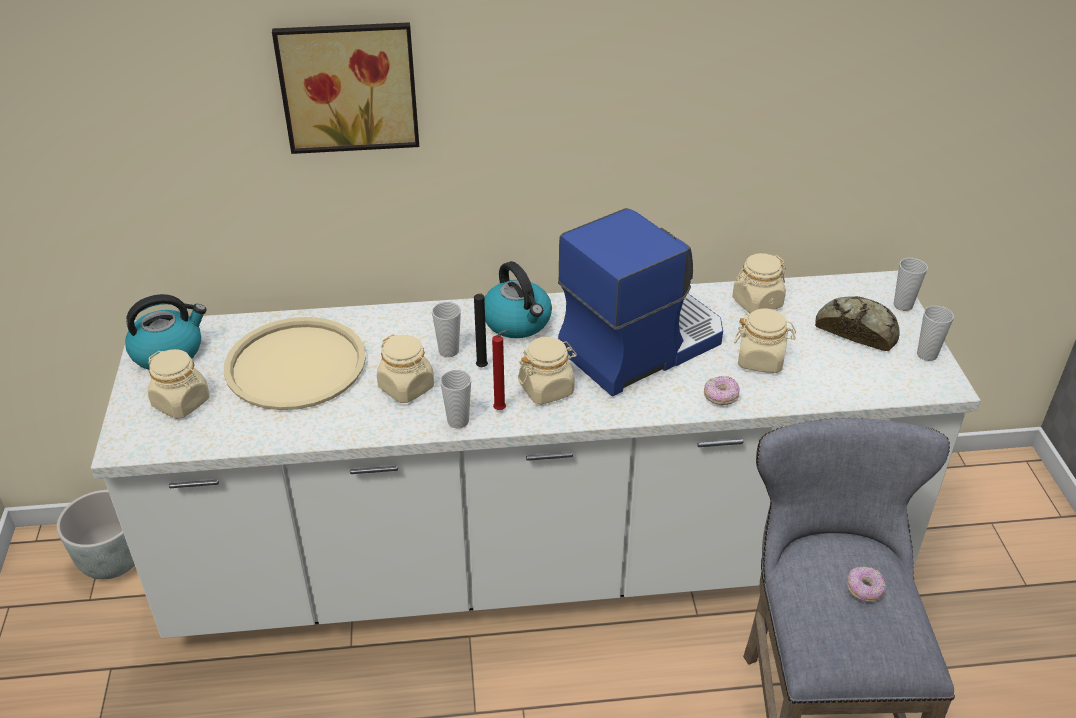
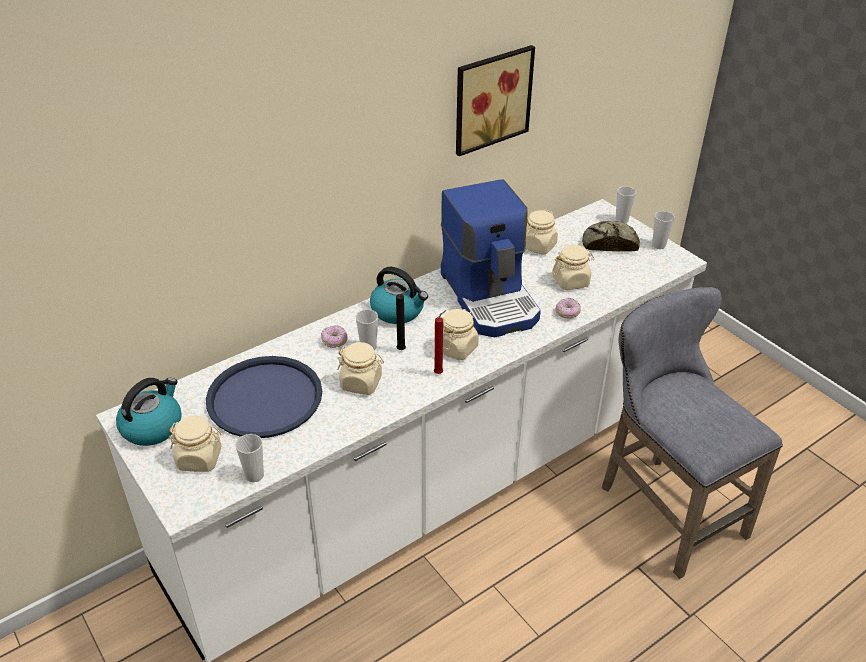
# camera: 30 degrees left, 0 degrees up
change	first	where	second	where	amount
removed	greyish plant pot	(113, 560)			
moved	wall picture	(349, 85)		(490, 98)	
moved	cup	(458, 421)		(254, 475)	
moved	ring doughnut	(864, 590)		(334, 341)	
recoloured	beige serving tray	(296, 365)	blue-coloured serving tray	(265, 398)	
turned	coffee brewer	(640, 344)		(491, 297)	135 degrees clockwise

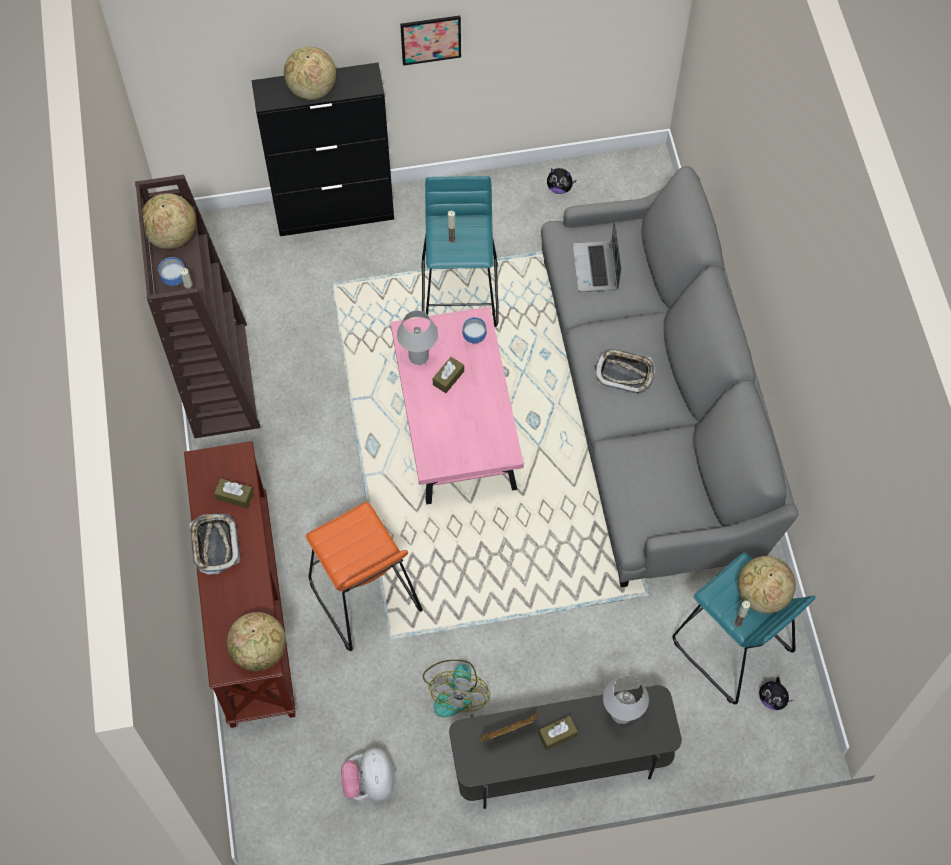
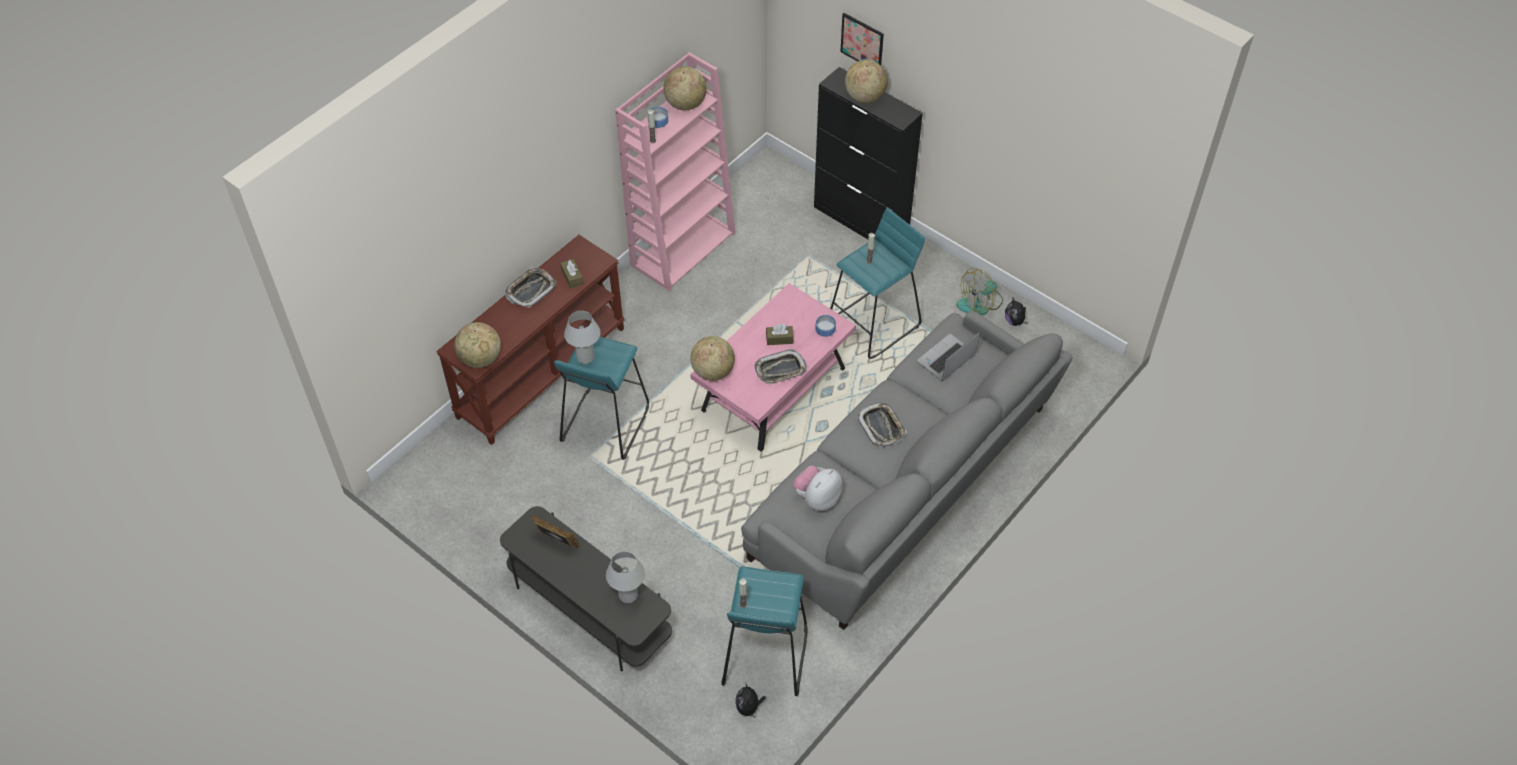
# camera: 50 degrees right, 10 degrees down
change	first	where	second	where	amount
removed	brown box of tissues	(557, 735)			
added			serving tray	(780, 370)	
moved	cuddly toy	(370, 783)		(817, 498)	
moved	white lamp for a table	(418, 356)		(585, 357)	
moved	wall picture	(431, 39)		(862, 42)	
moved	cooling fan	(455, 689)		(980, 303)	
moved	desk globe	(761, 594)		(713, 371)	
recoloured	brown shelving unit	(219, 378)	pinkish shelving unit	(683, 248)	
recoloured	orange stool	(364, 598)	turquoise stool	(604, 424)	

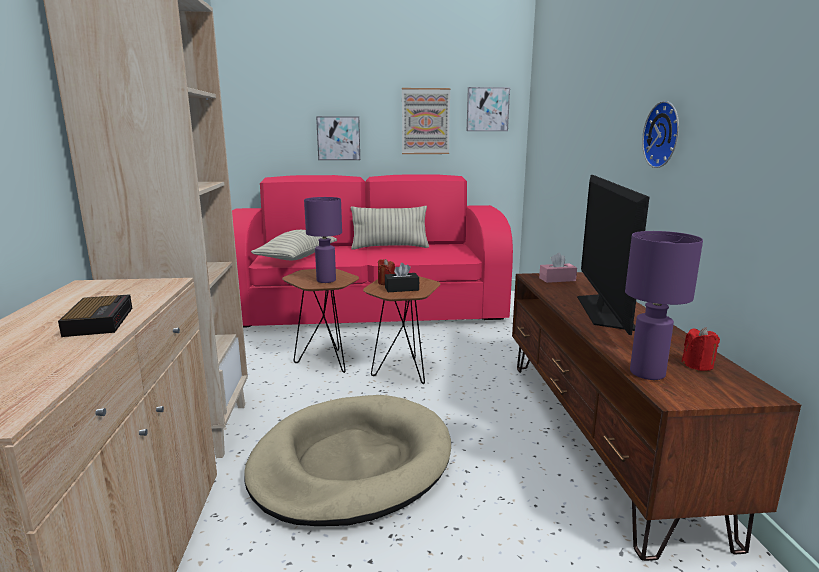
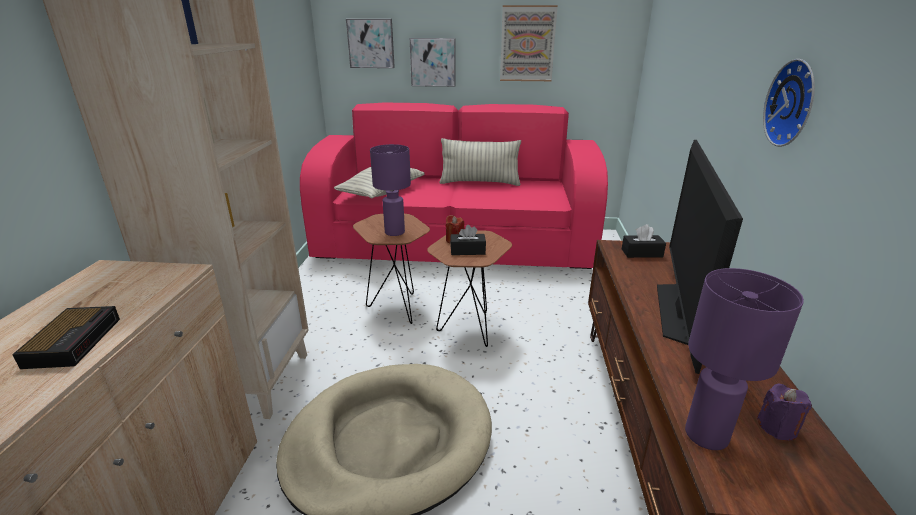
# camera: 10 degrees right, 10 degrees up
change	first	where	second	where	amount
moved	wall picture	(487, 109)		(371, 43)	
recoloured	pinkish box of tissues	(557, 279)	black box of tissues	(642, 253)	
recoloured	red wax light	(698, 365)	purple wax light	(777, 427)	

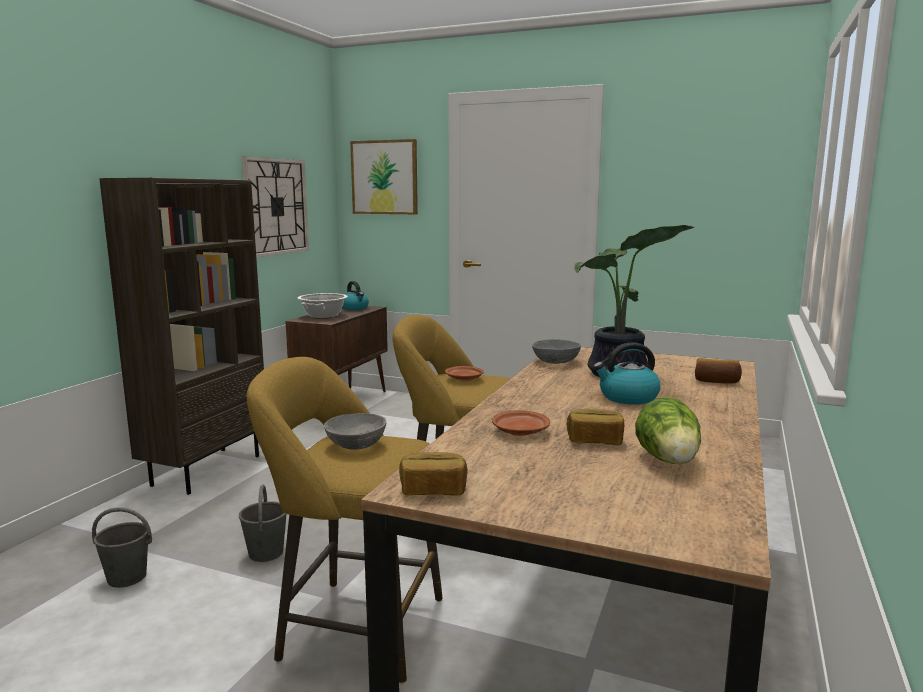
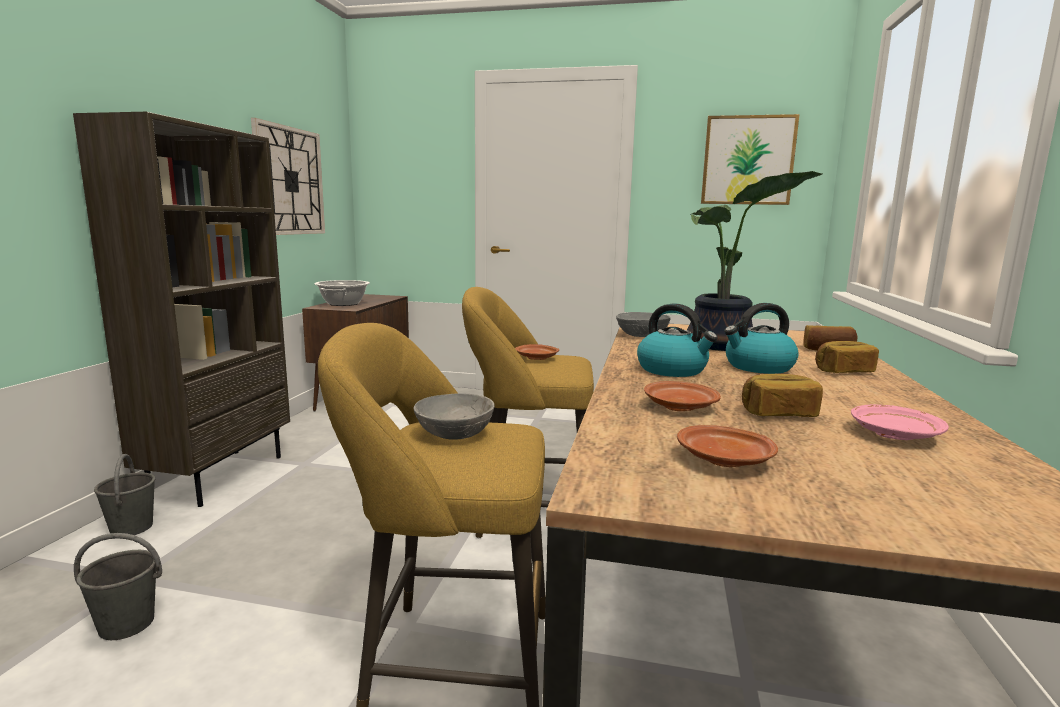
# camera: 10 degrees left, 0 degrees up
change	first	where	second	where	amount
added			brown dinner plate	(726, 460)	
moved	greyish water bucket	(266, 553)		(131, 528)	
moved	kettle	(355, 308)		(673, 370)	
moved	wall picture	(384, 177)		(748, 160)	
moved	baked bread	(433, 490)		(843, 371)	
replaced	lettuce head	(669, 462)	pinkish dinner plate	(894, 434)	

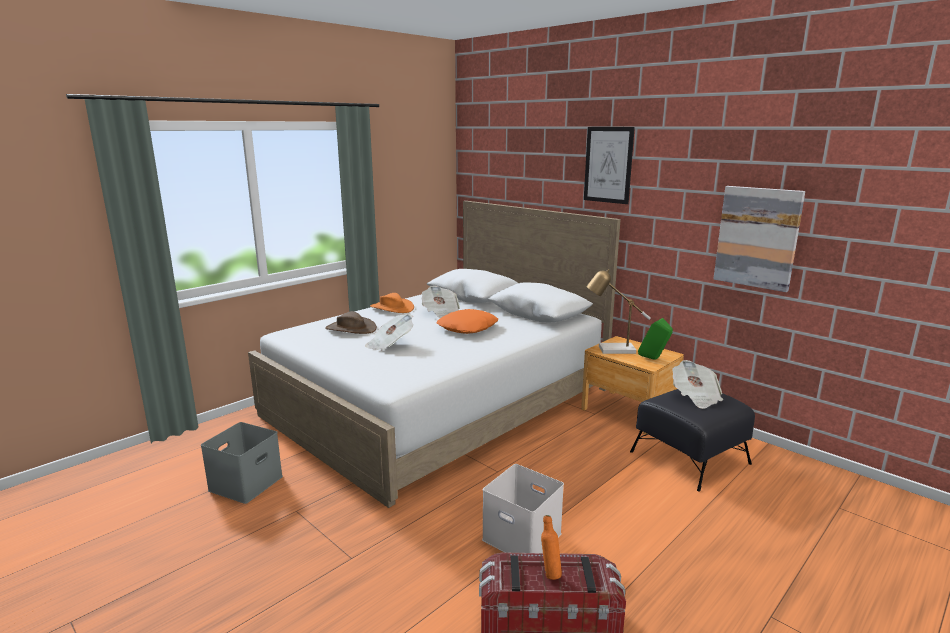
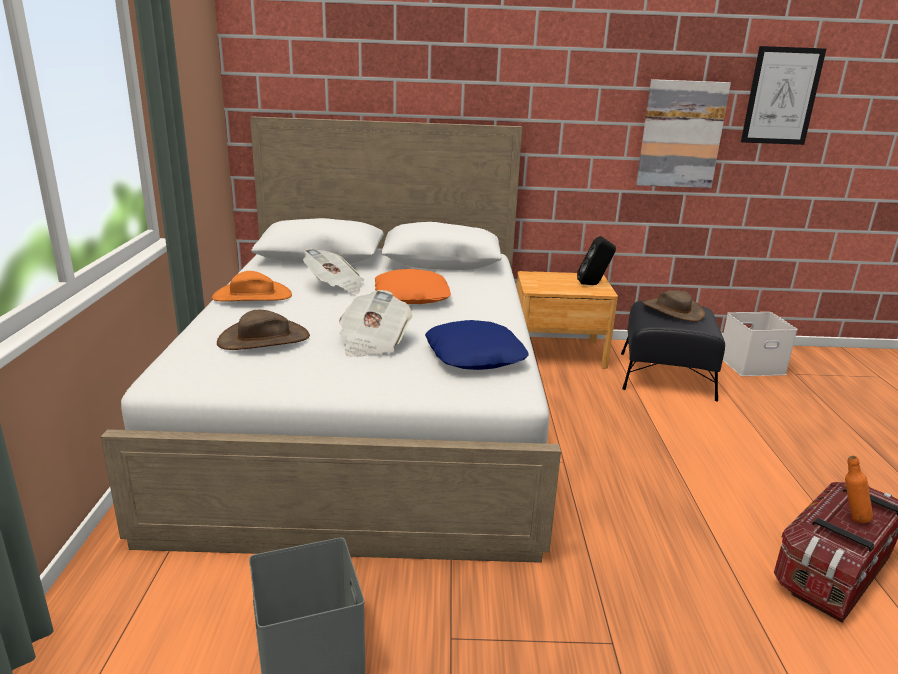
# camera: 45 degrees left, 5 degrees up
change	first	where	second	where	amount
removed	lamp for a table	(612, 350)			
added			blue-coloured cushion	(475, 355)	
moved	white storage container	(523, 536)		(751, 364)	
moved	wall picture	(608, 165)		(781, 96)	
replaced	daily paper	(695, 397)	brown hat	(672, 310)	
recoloured	green-coloured speaker	(654, 359)	black speaker	(593, 284)	

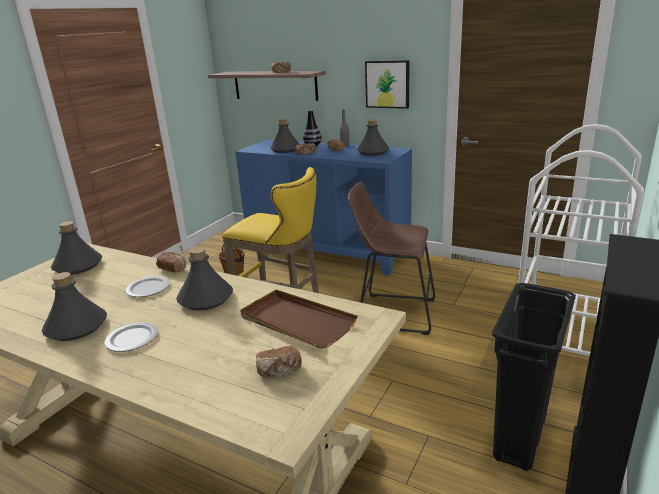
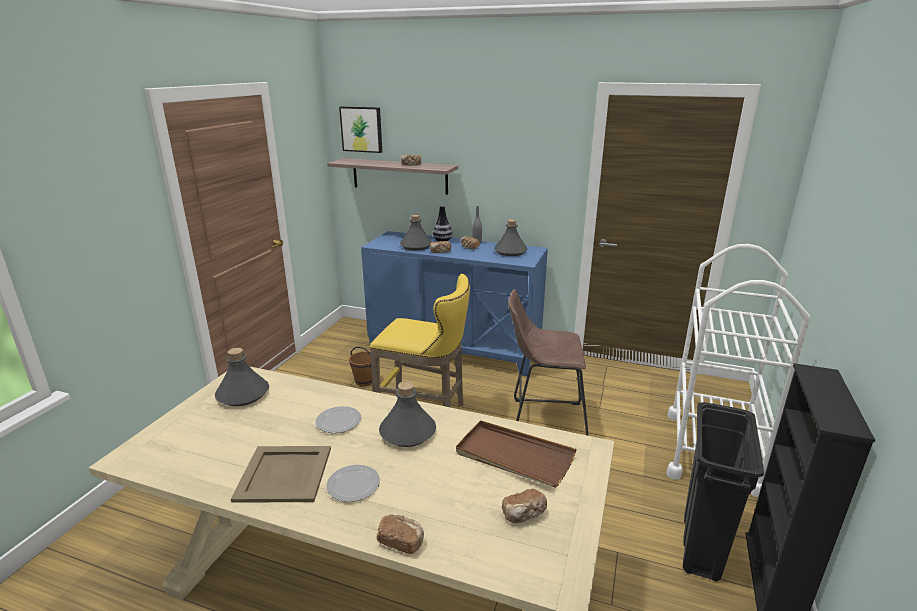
# camera: 10 degrees left, 0 degrees up
change	first	where	second	where	amount
moved	baked bread	(173, 269)		(401, 541)	
moved	wall picture	(388, 84)		(362, 129)	
replaced	greyish drink bottle	(76, 327)	beige serving tray	(283, 473)	

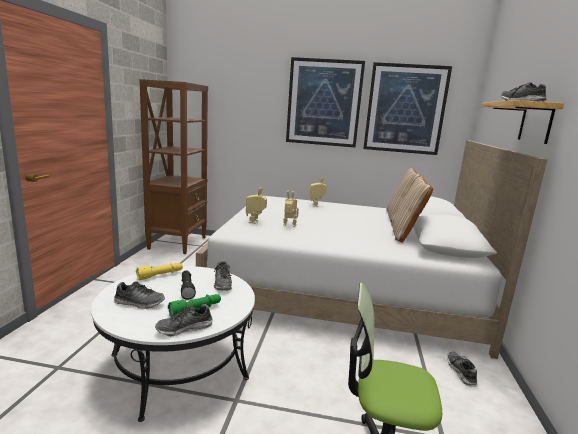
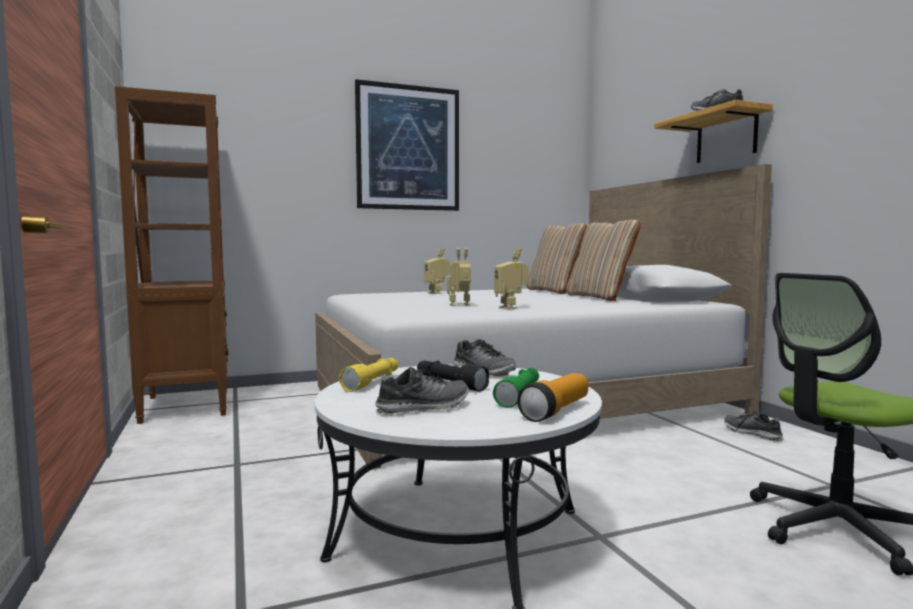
# camera: 30 degrees left, 10 degrees down
change	first	where	second	where	amount
removed	wall picture	(405, 109)			
moved	model robot	(255, 222)		(511, 308)	
replaced	item of footwear	(184, 328)	torch	(556, 411)	

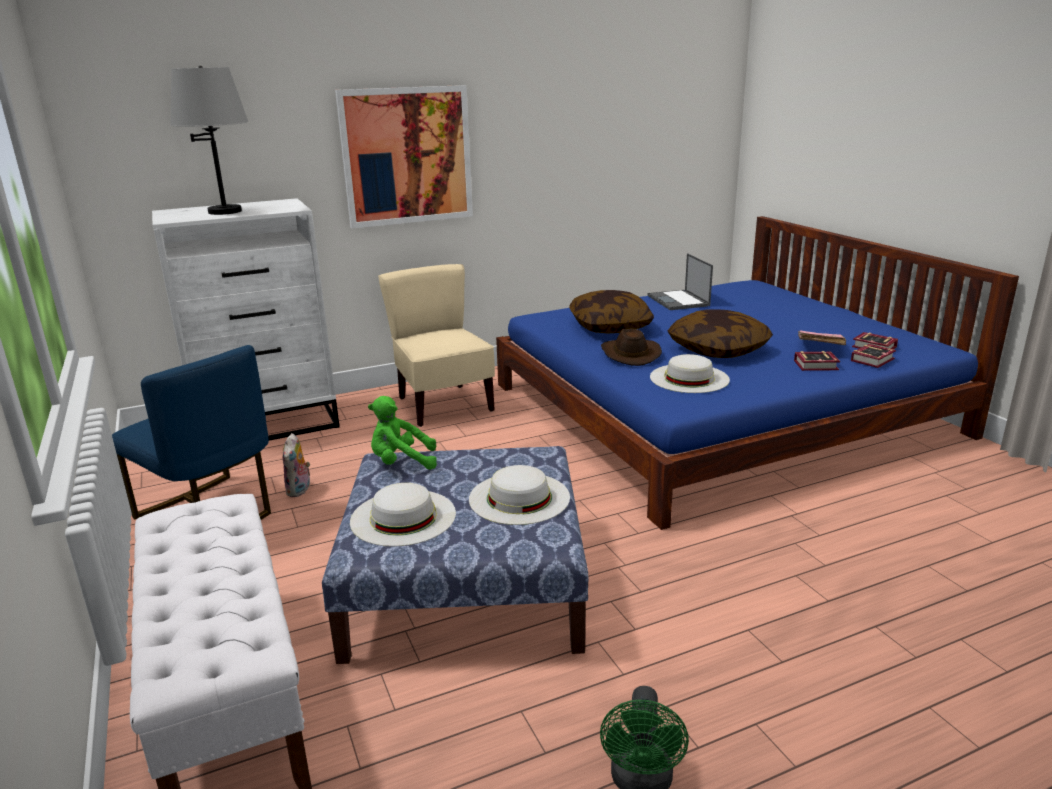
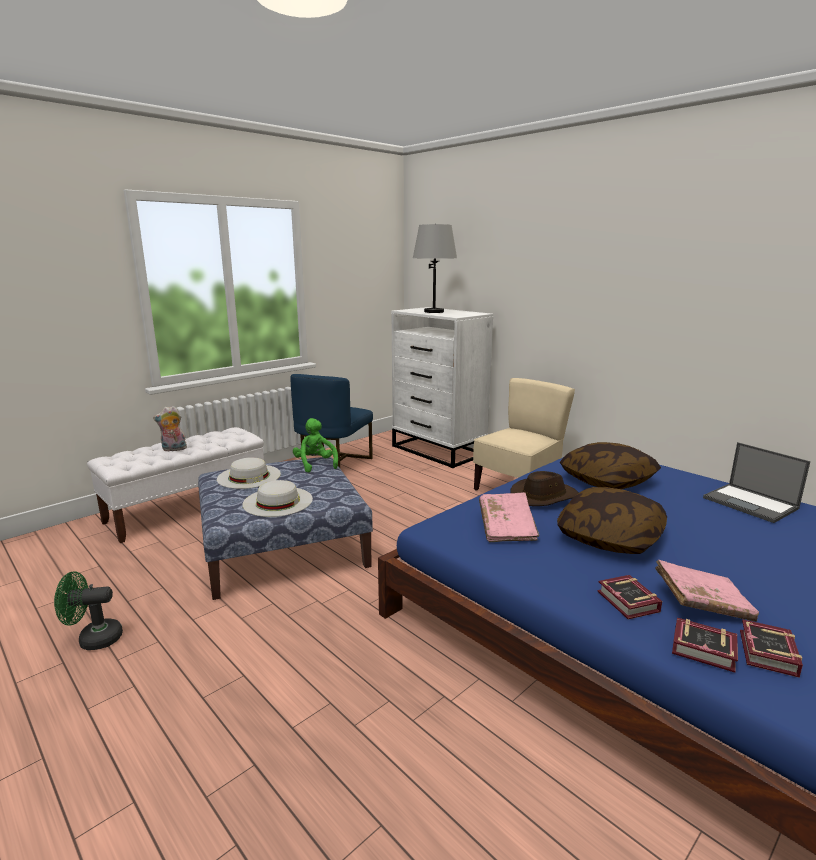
# camera: 70 degrees right, 5 degrees down
change	first	where	second	where	amount
removed	wall picture	(407, 156)			
moved	cuddly toy	(300, 490)		(173, 449)	
replaced	white hat	(689, 378)	pinkish volume	(507, 527)	
turned	laptop	(679, 301)		(751, 503)	90 degrees counterclockwise

